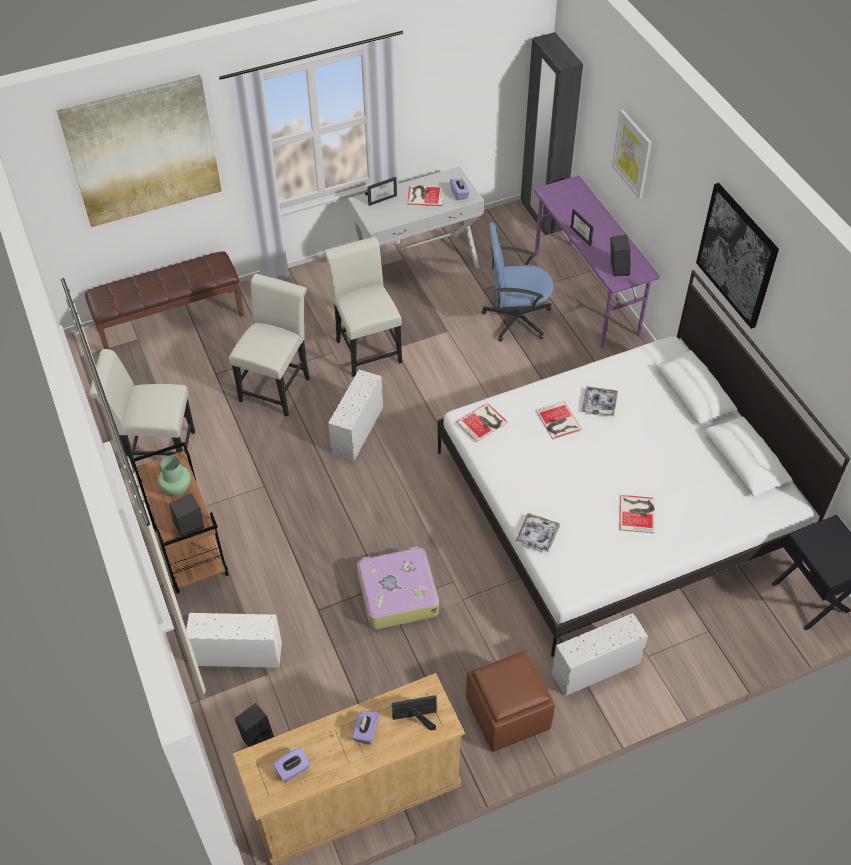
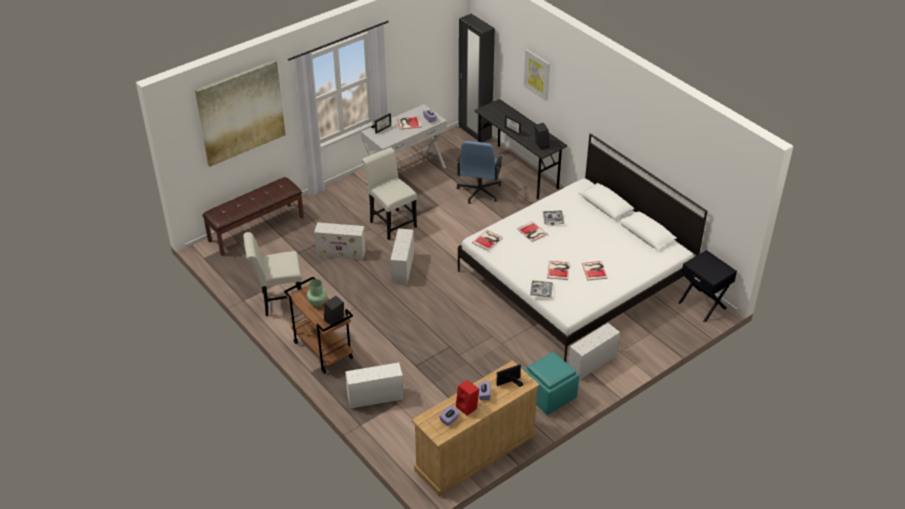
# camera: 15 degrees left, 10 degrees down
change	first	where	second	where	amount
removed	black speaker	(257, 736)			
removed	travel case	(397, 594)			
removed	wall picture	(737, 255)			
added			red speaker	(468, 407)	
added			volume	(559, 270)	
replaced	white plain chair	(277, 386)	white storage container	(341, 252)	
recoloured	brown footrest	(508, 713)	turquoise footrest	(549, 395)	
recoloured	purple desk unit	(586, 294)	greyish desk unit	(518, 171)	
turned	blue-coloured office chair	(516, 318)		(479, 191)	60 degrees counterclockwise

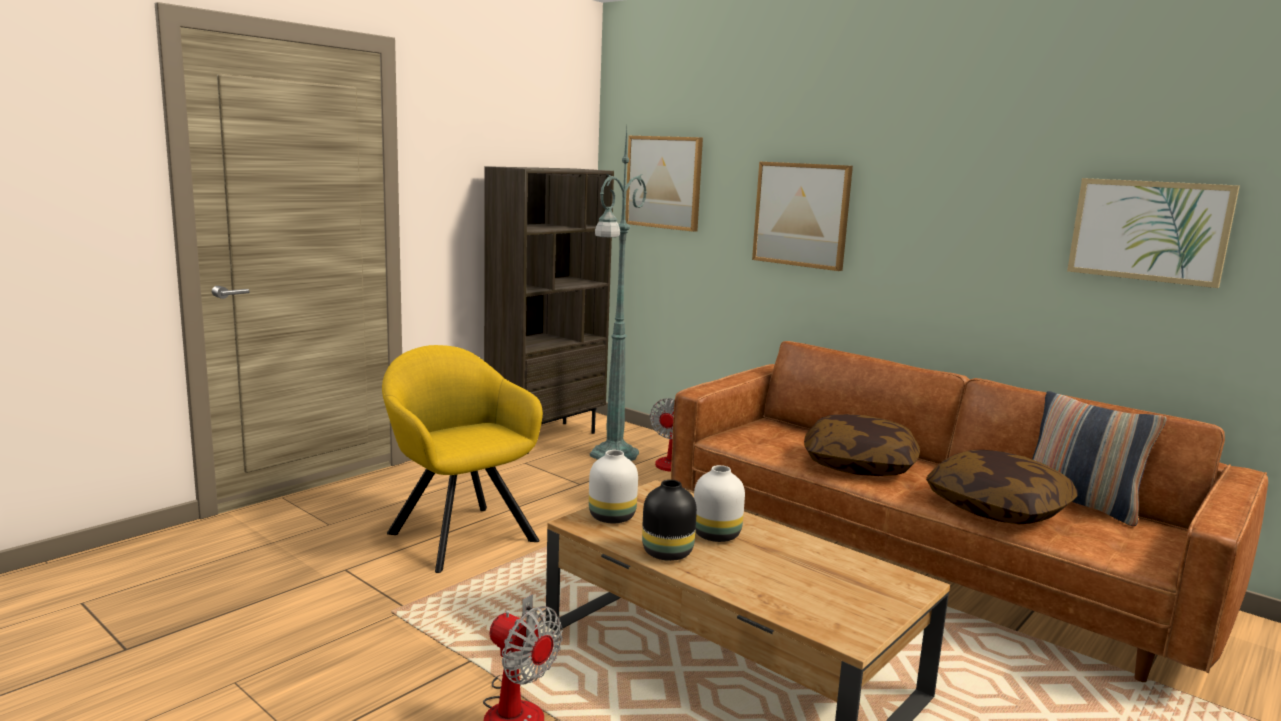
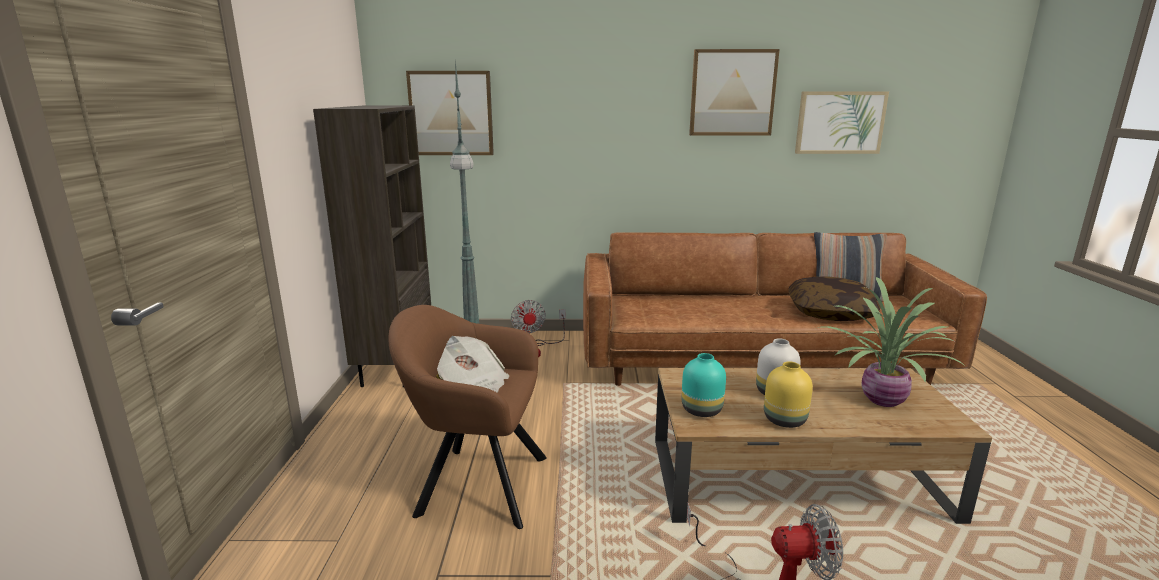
# camera: 40 degrees left, 5 degrees up
change	first	where	second	where	amount
removed	cushion	(859, 465)			
added			daily paper	(471, 384)	
added			plant in a pot	(881, 399)	
moved	wall picture	(802, 214)		(732, 93)	
recoloured	yellowish easy chair	(459, 533)	brown easy chair	(475, 483)	
recoloured	white flower vase	(611, 517)	turquoise flower vase	(700, 410)	
recoloured	black flower vase	(669, 553)	yellowish flower vase	(785, 420)	

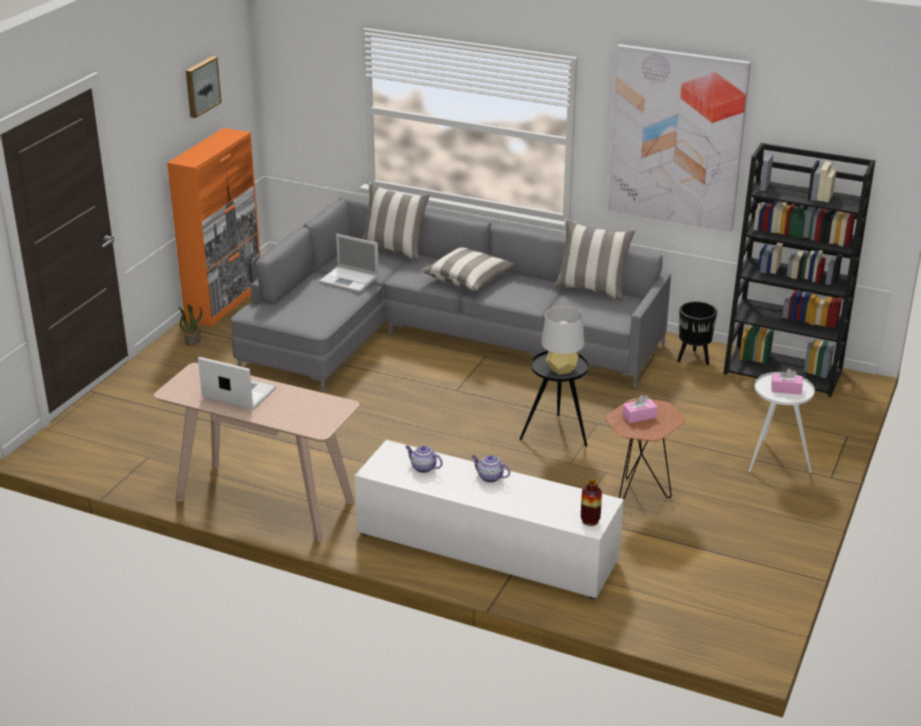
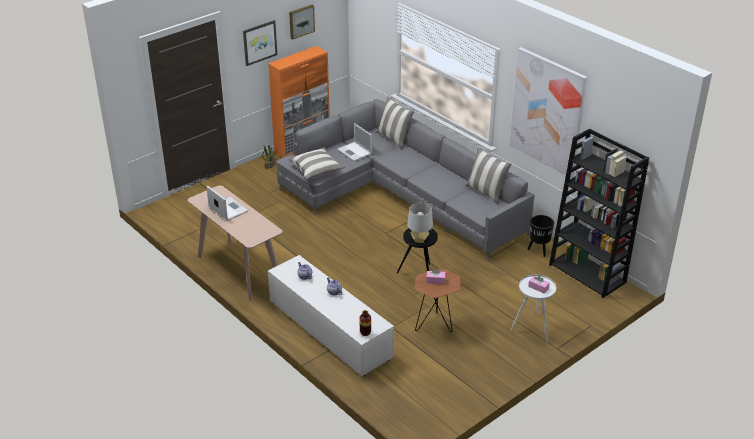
# camera: 25 degrees right, 5 degrees up
change	first	where	second	where	amount
added			wall picture	(259, 42)	
moved	cushion	(467, 279)		(316, 170)	

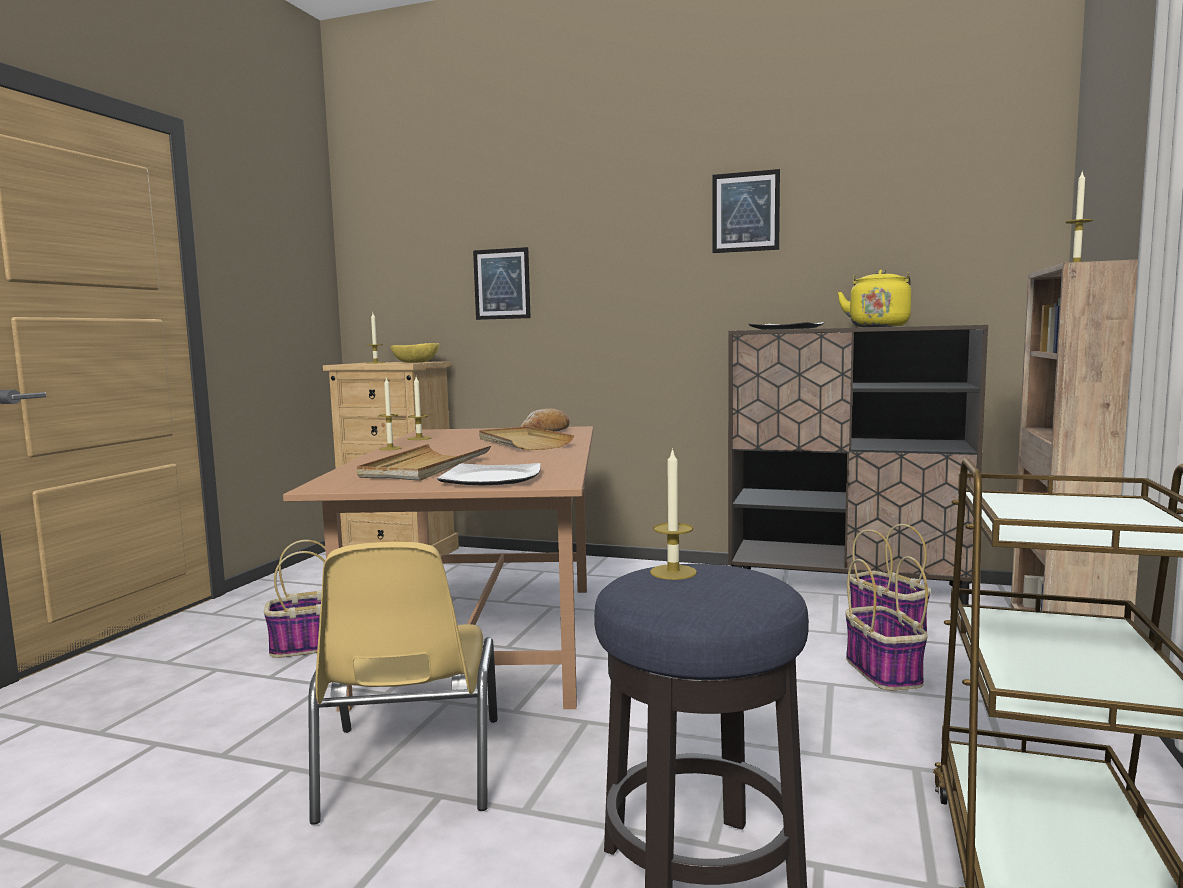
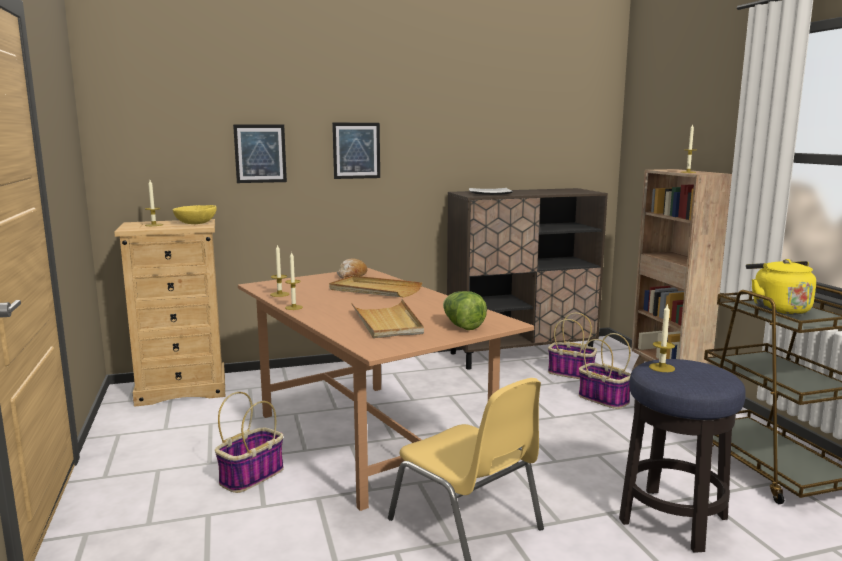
# camera: 35 degrees left, 5 degrees up
change	first	where	second	where	amount
moved	wall picture	(745, 212)		(356, 150)	
moved	yellowish kettle	(878, 326)		(777, 309)	
replaced	dinner plate	(490, 479)	lettuce head	(462, 326)	

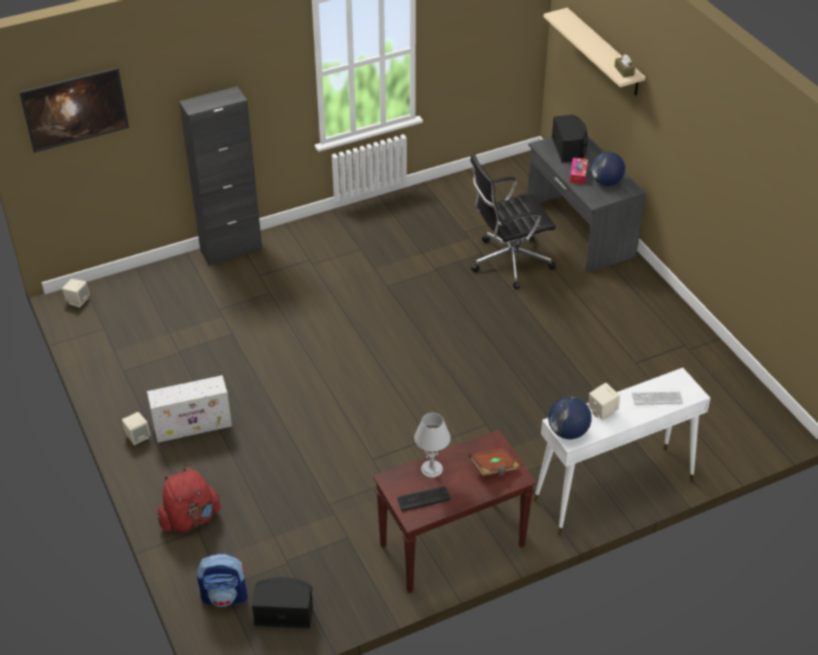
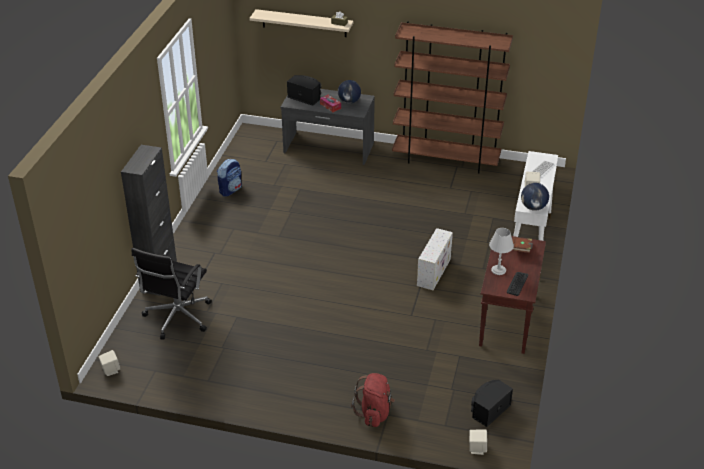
# camera: 50 degrees left, 5 degrees down
change	first	where	second	where	amount
removed	wall picture	(78, 124)			
added			brown shelving unit	(446, 160)	
moved	beige speaker	(138, 437)		(477, 448)	
moved	white storage container	(194, 425)		(434, 271)	
moved	backpack	(225, 596)		(230, 190)	
moved	black office chair	(508, 262)		(177, 318)	

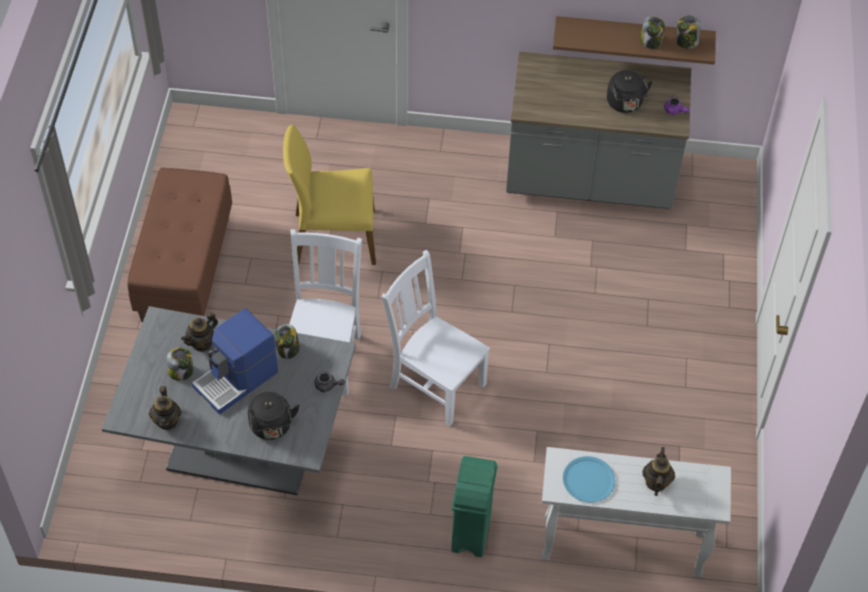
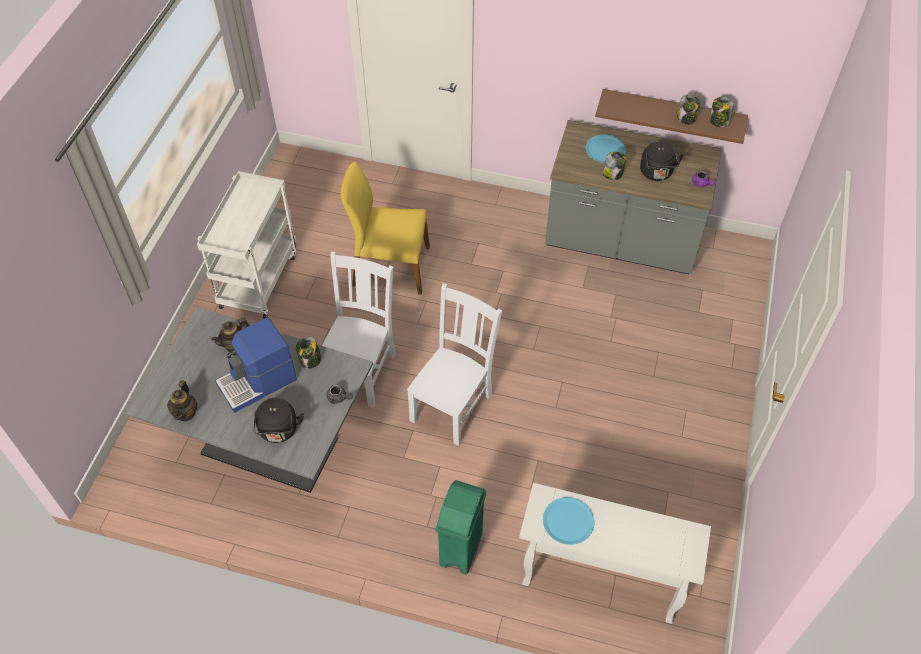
# camera: 10 degrees right, 0 degrees up
change	first	where	second	where	amount
removed	tea pot	(656, 482)			
added			blue-coloured dinner plate	(605, 149)	
moved	preserve jar	(181, 371)		(612, 174)	
replaced	brown long seat	(185, 268)	white trolley	(258, 279)	
turned	white plain chair	(435, 383)		(453, 405)	75 degrees clockwise

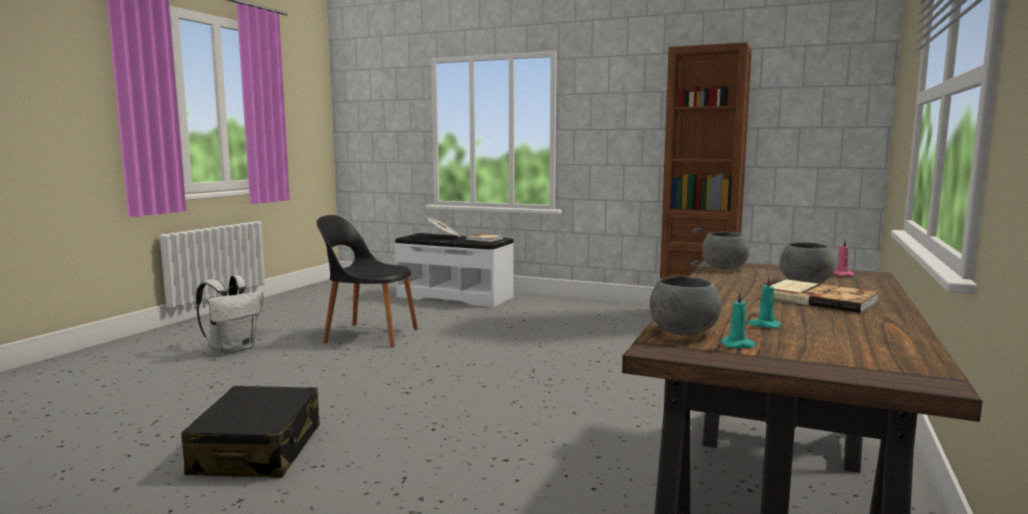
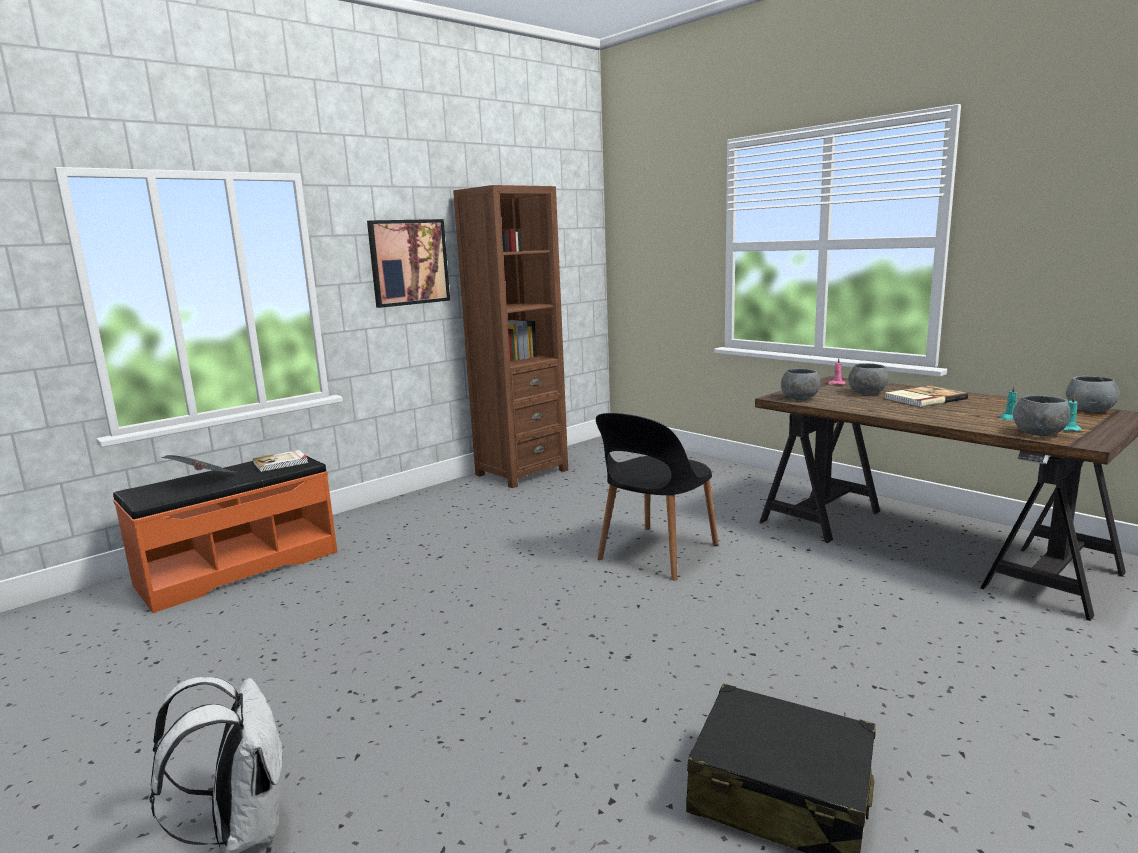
# camera: 65 degrees left, 5 degrees up
change	first	where	second	where	amount
added			wall picture	(409, 262)	
added			greyish deep dish	(1090, 411)	
moved	black plain chair	(369, 335)		(656, 553)	
recoloured	white long seat	(455, 297)	orange long seat	(238, 568)	

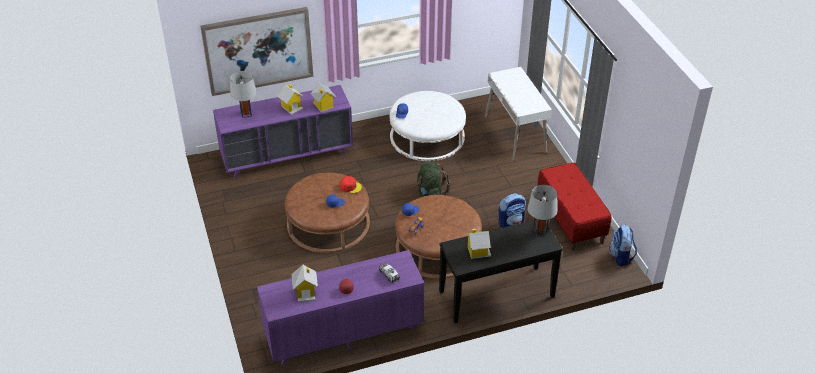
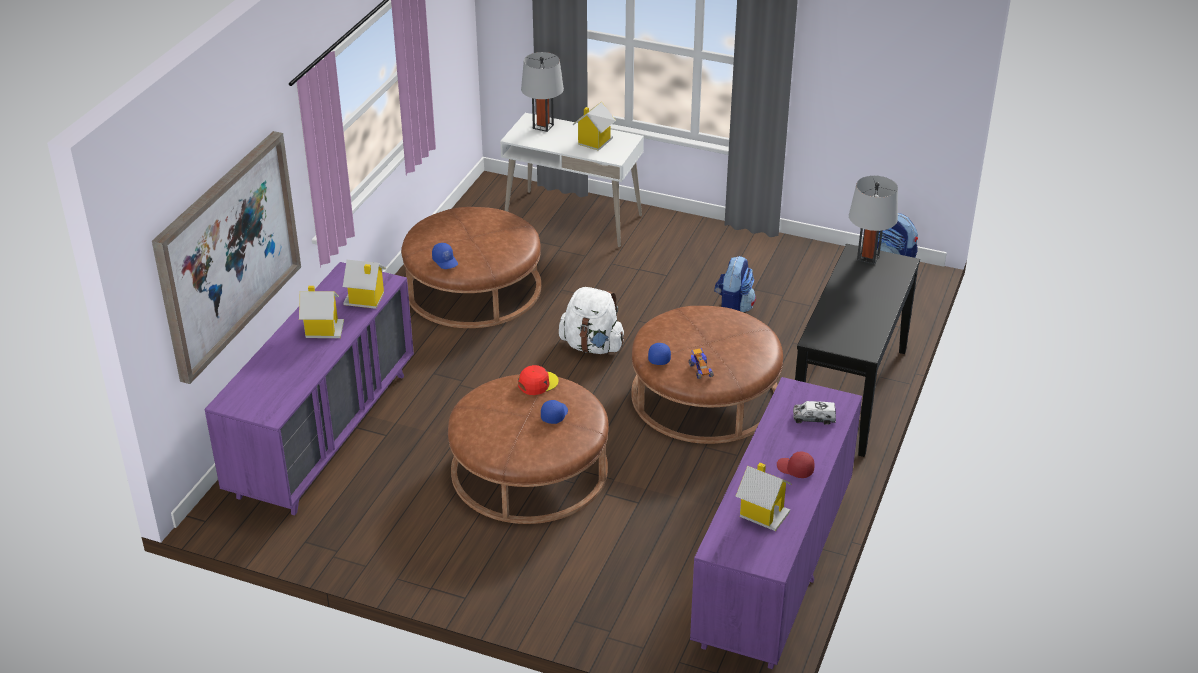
# camera: 50 degrees left, 5 degrees down
change	first	where	second	where	amount
removed	red long seat	(570, 220)			
moved	greyish lamp for a table	(246, 114)		(543, 126)	
moved	toy house	(477, 251)		(594, 142)	
recoloured	white footrest	(427, 136)	brown footrest	(473, 287)	
recoloured	green-coloured backpack	(430, 194)	white backpack	(592, 346)	

